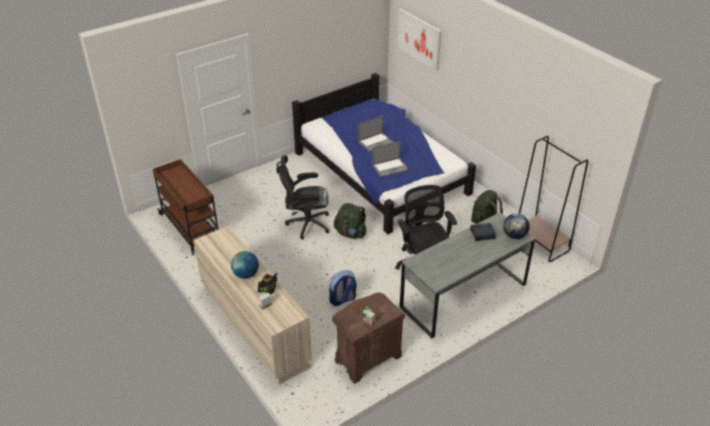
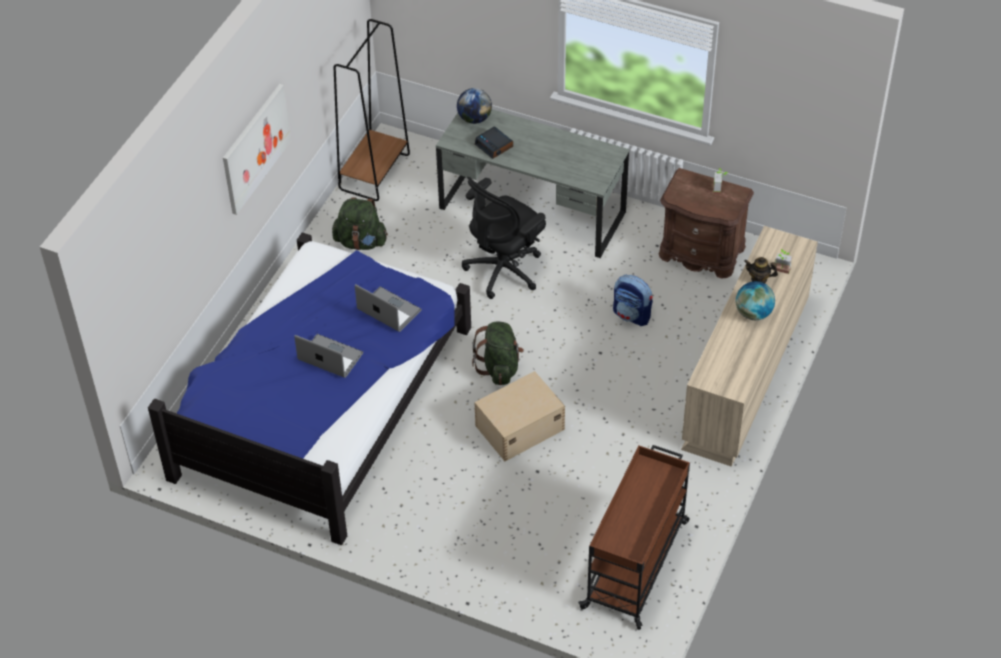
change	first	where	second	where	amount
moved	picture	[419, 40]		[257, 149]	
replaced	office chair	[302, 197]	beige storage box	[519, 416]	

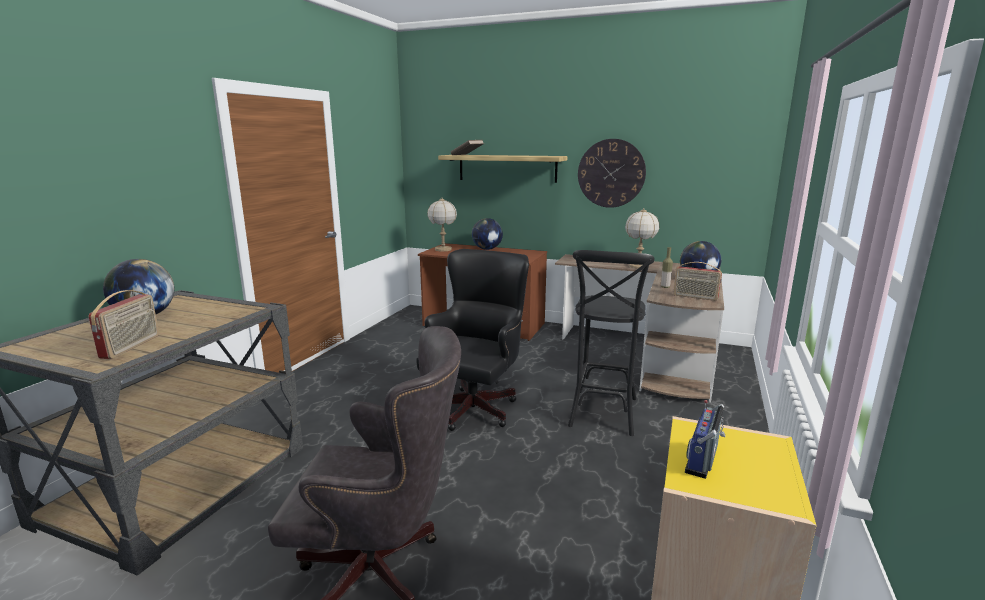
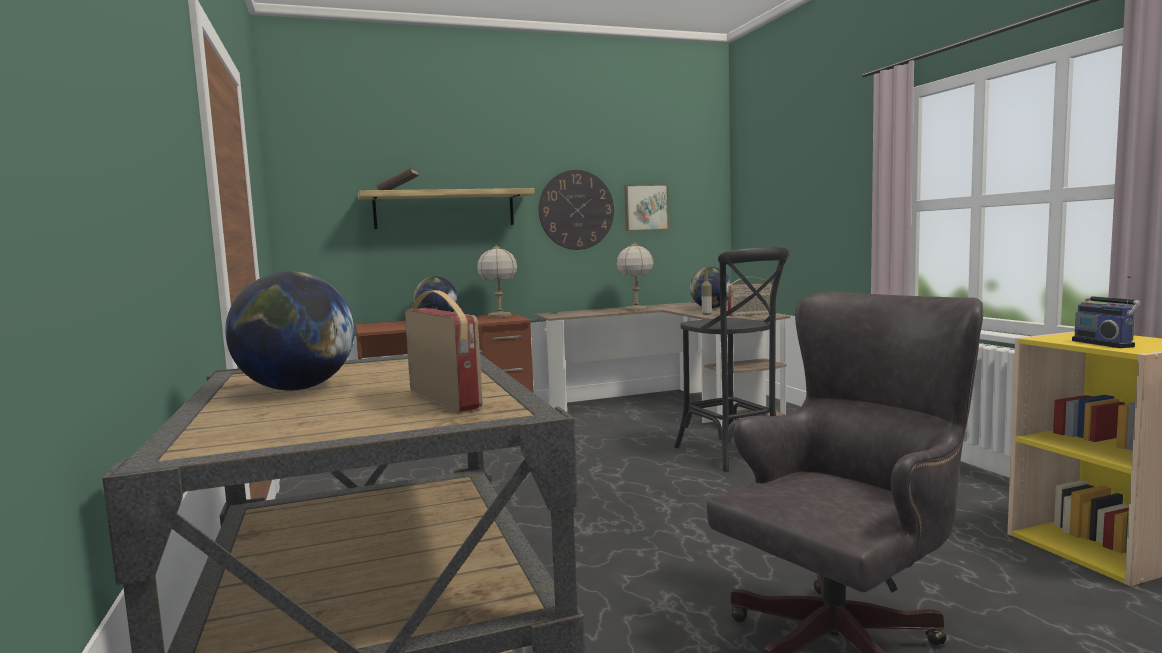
change	first	where	second	where	amount
moved	table lamp	[442, 225]		[497, 281]	
added			picture	[646, 207]	
removed	black office chair	[472, 340]			

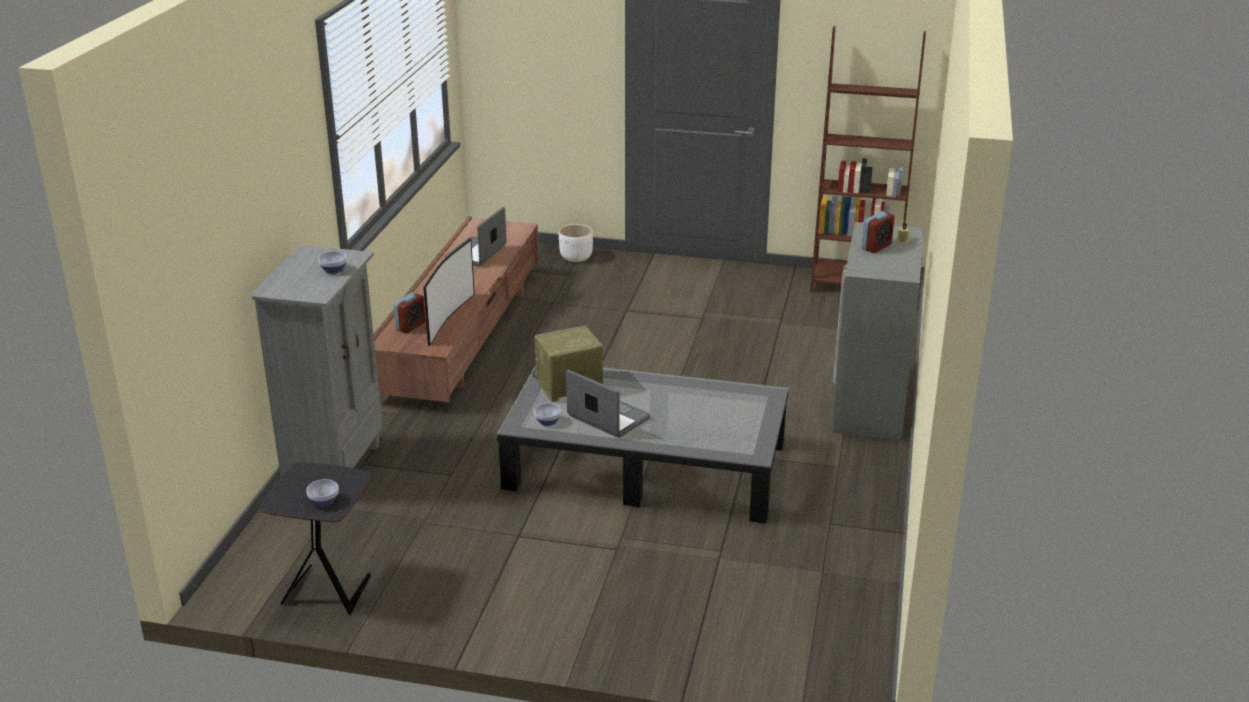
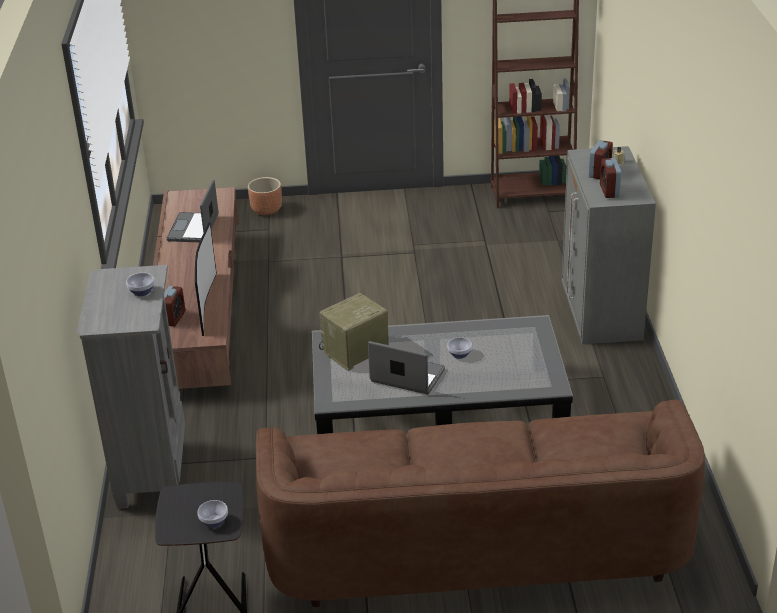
change	first	where	second	where	amount
recoloured	white planter	[576, 243]	brown planter	[265, 196]	
added			brown sofa	[480, 503]	
moved	bowl	[547, 414]		[459, 348]	
added			alarm clock	[610, 178]	

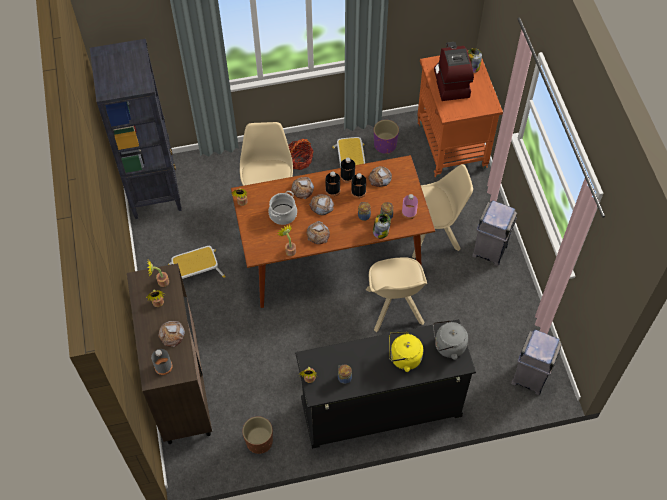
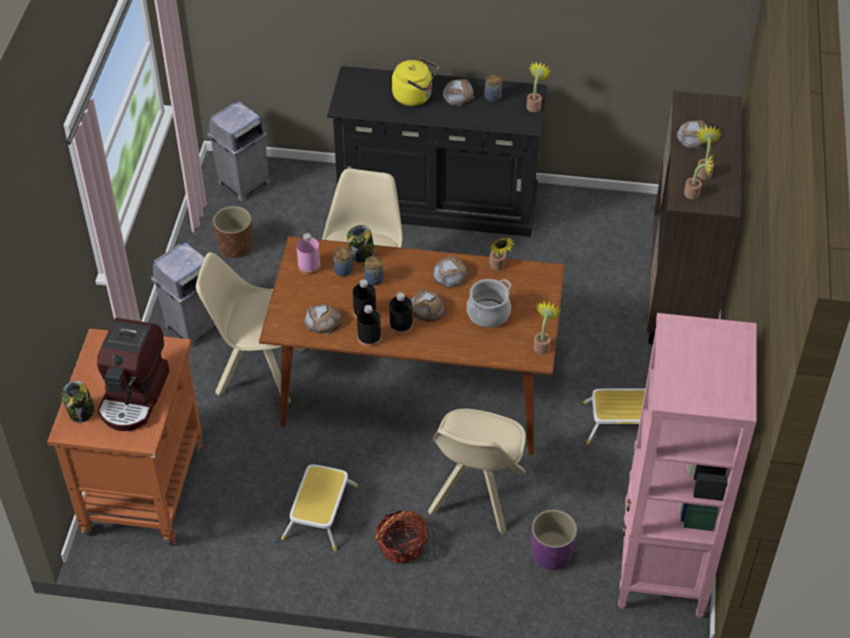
change	first	where	second	where	amount
moved	brown planter	[257, 435]		[233, 232]	
moved	bread	[302, 188]		[459, 92]	
moved	purple planter	[386, 137]		[554, 540]	
recoloured	black bookcase	[136, 129]	pink bookcase	[687, 465]	
removed	grey bottle	[161, 362]			
removed	grey kettle	[450, 340]			

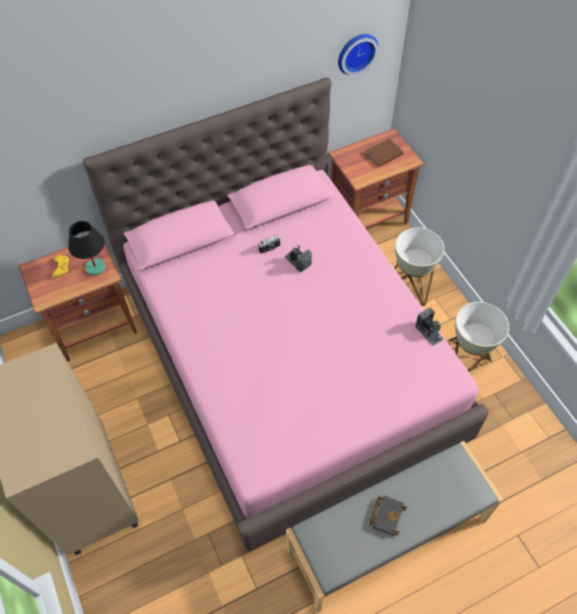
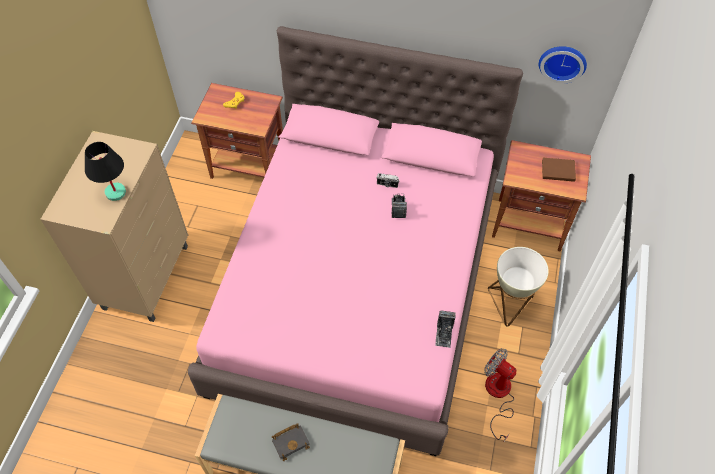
change	first	where	second	where	amount
moved	black table lamp	[86, 248]		[105, 171]	
replaced	planter	[479, 338]	fan	[500, 394]	

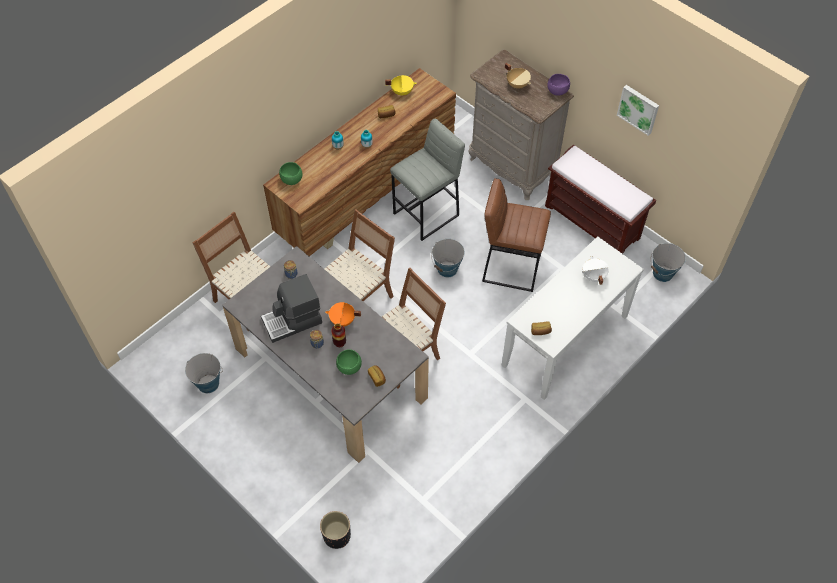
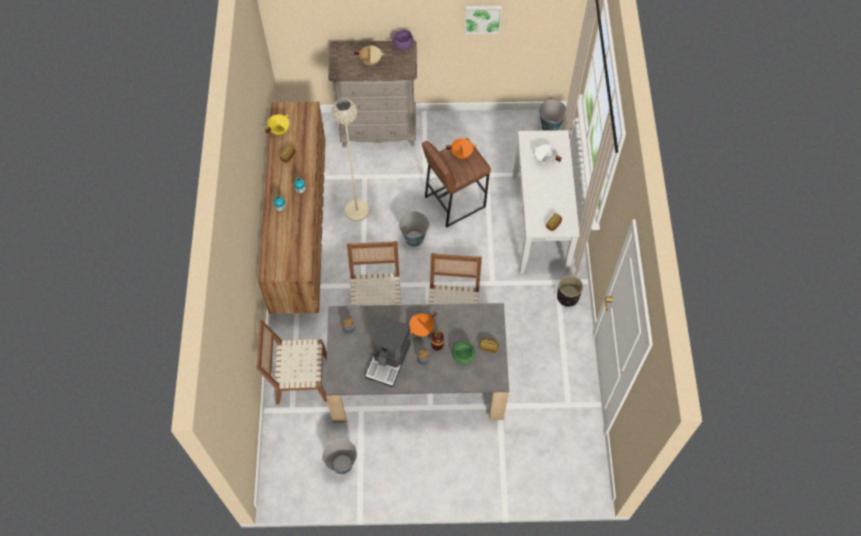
change	first	where	second	where	amount
replaced	grey stool	[427, 179]	beige floor lamp	[350, 159]	
added			orange cooking pot	[461, 148]	
moved	black planter	[335, 530]		[570, 291]	
removed	green bowl	[291, 173]			
removed	brown bench	[600, 199]			

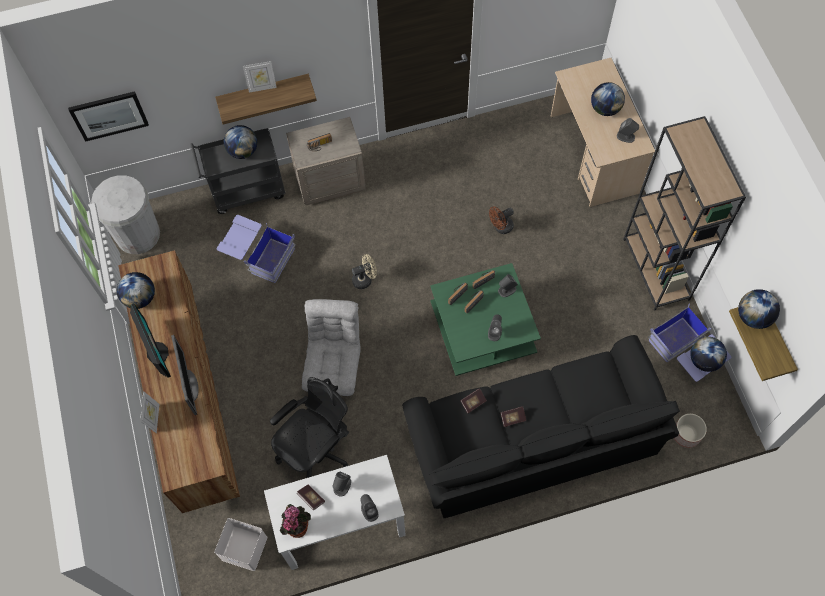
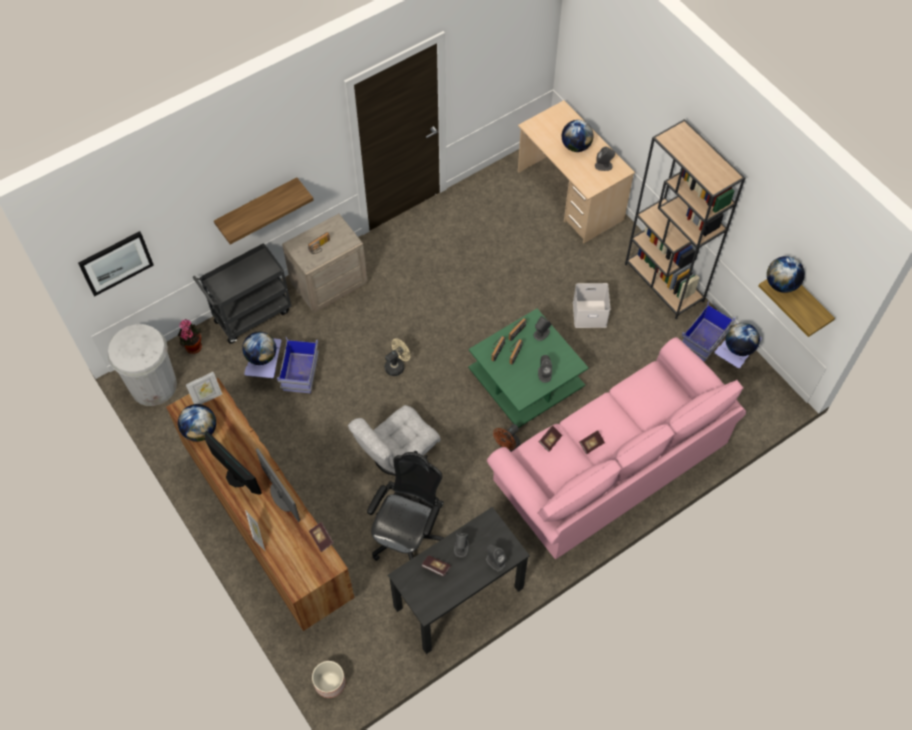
change	first	where	second	where	amount
moved	potted plant	[295, 521]		[190, 336]	
moved	picture frame	[260, 77]		[204, 388]	
moved	globe	[240, 142]		[259, 348]	
added			book	[321, 537]	
moved	planter	[690, 431]		[329, 679]	
turned	grey armchair	[331, 347]		[394, 440]	120 degrees counterclockwise
recoloured	white desk	[335, 512]	black desk	[459, 580]	
recoloured	black sofa	[541, 426]	pink sofa	[616, 448]	
moved	brown fan	[501, 220]		[506, 438]	
moved	white storage box	[241, 544]		[591, 305]	

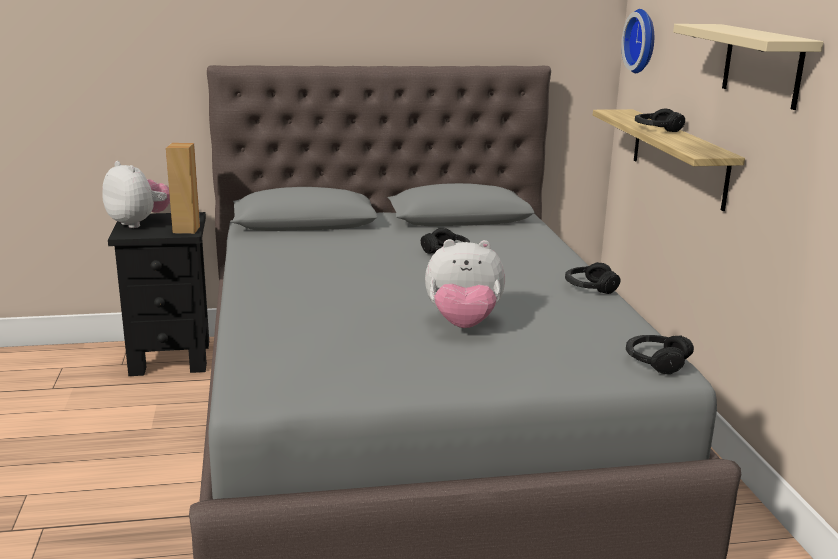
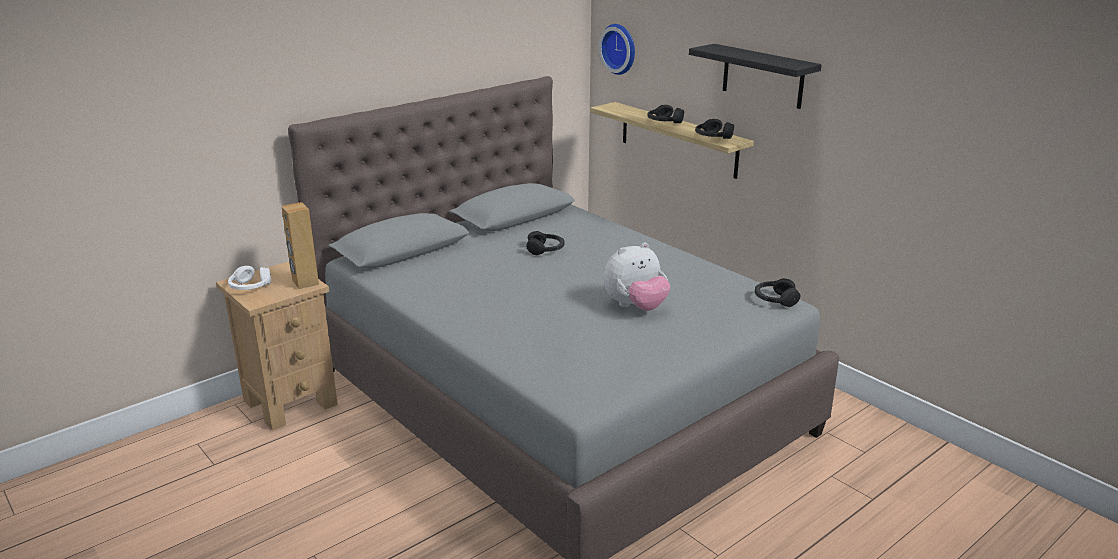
change	first	where	second	where	amount
recoloured	black nightstand	[158, 294]	beige nightstand	[277, 346]	
replaced	plush toy	[136, 194]	white headphones	[249, 278]	
recoloured	beige shelf	[748, 67]	black shelf	[755, 76]	
moved	black headphones	[593, 278]		[714, 129]	

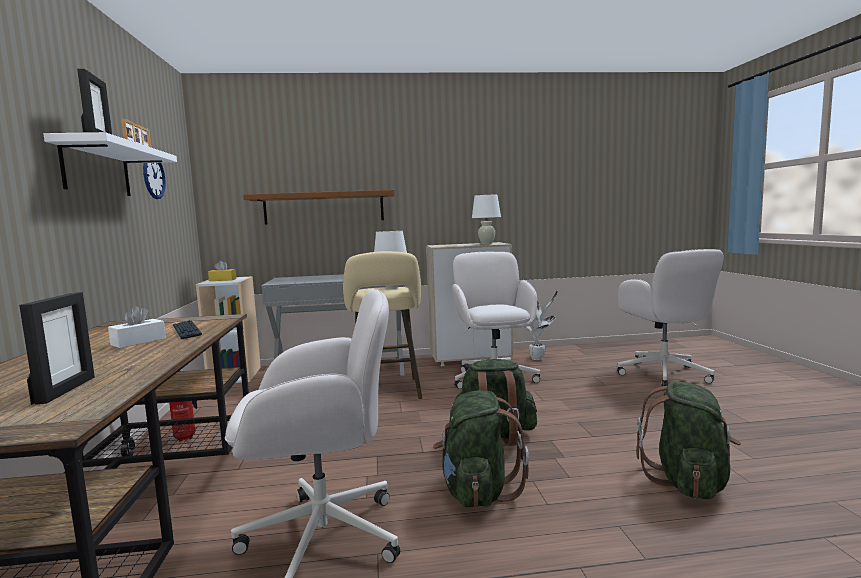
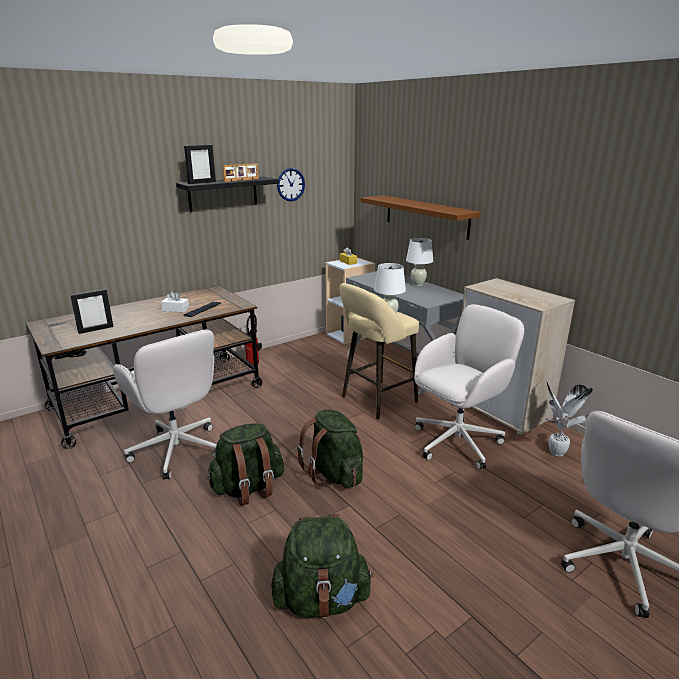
change	first	where	second	where	amount
recoloured	white shelf	[110, 164]	black shelf	[227, 194]	
moved	white table lamp	[486, 220]		[419, 262]	

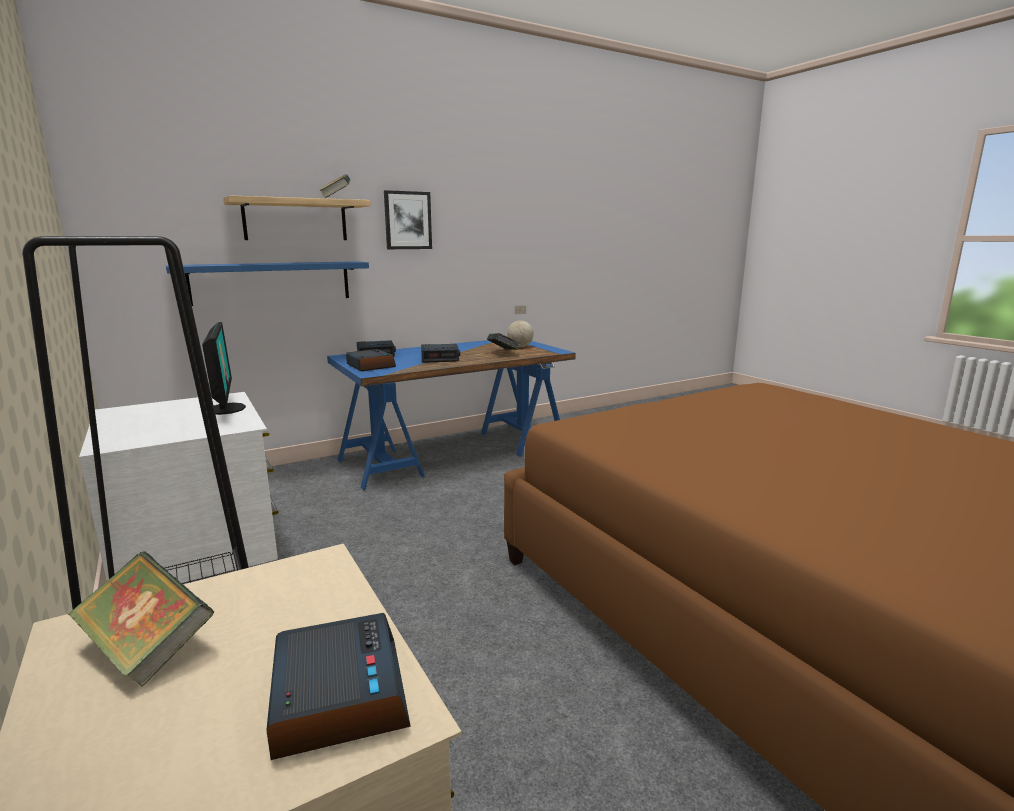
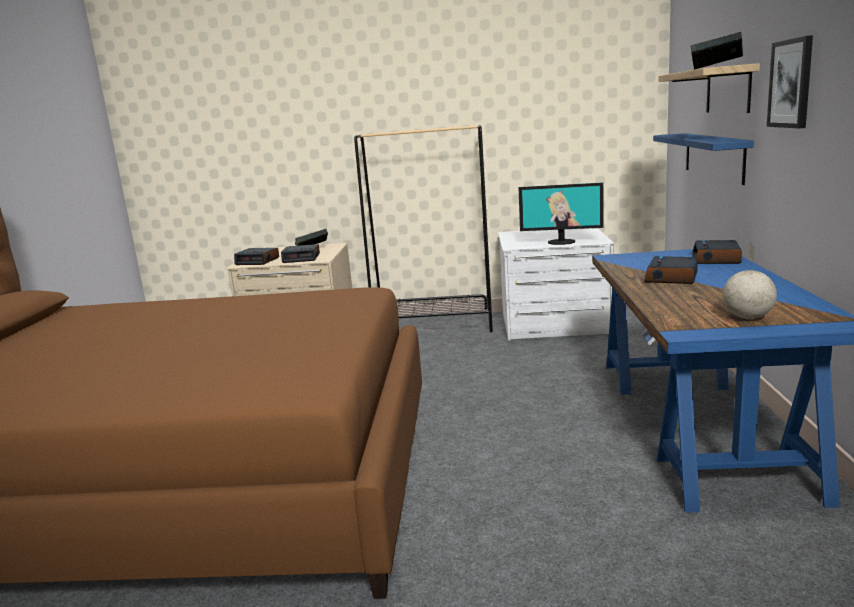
change	first	where	second	where	amount
moved	alarm clock	[371, 360]		[300, 253]	
removed	book	[504, 341]			

